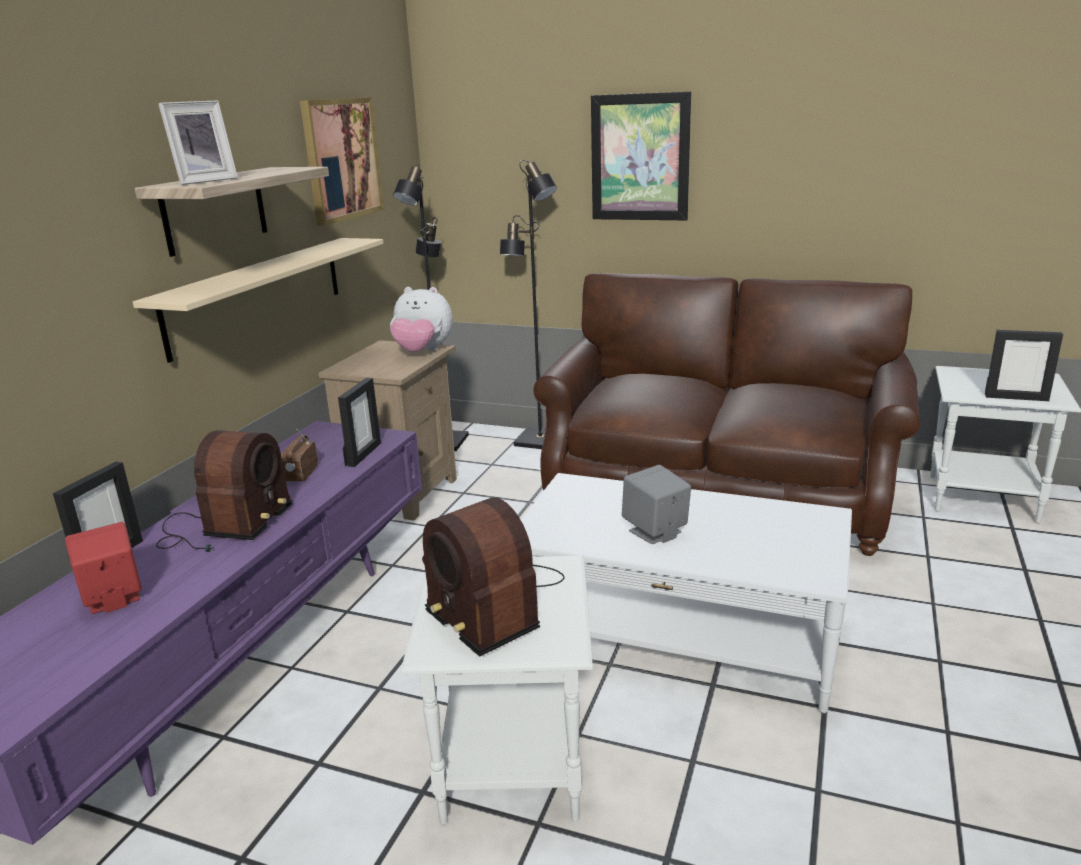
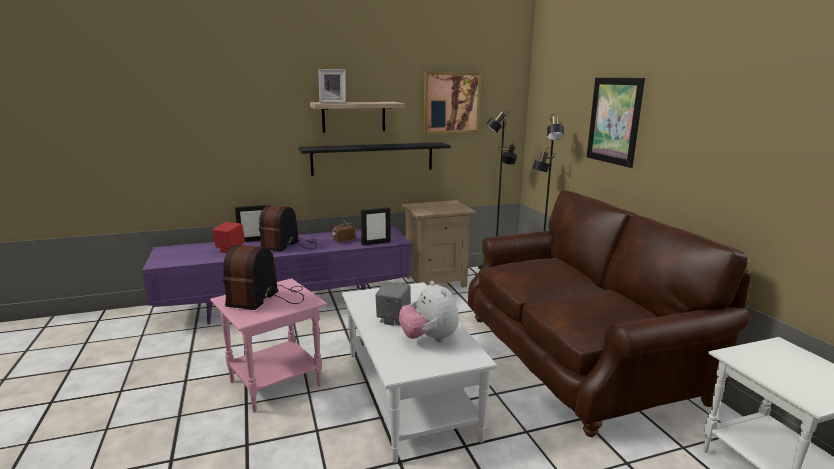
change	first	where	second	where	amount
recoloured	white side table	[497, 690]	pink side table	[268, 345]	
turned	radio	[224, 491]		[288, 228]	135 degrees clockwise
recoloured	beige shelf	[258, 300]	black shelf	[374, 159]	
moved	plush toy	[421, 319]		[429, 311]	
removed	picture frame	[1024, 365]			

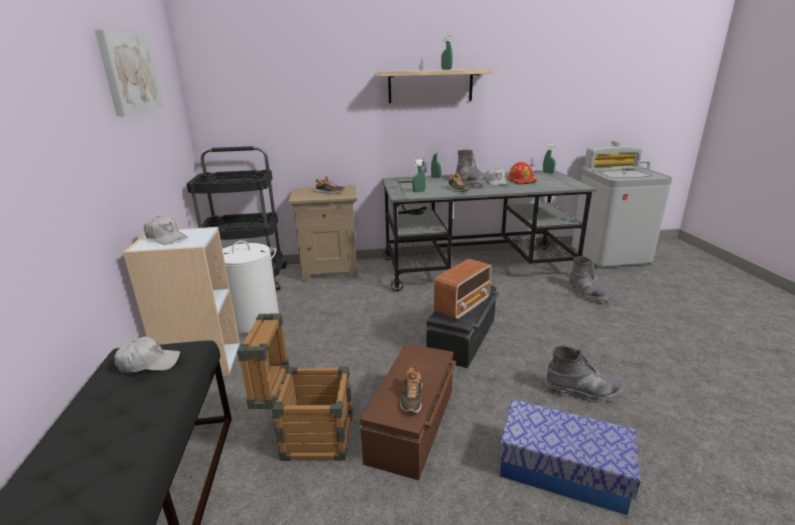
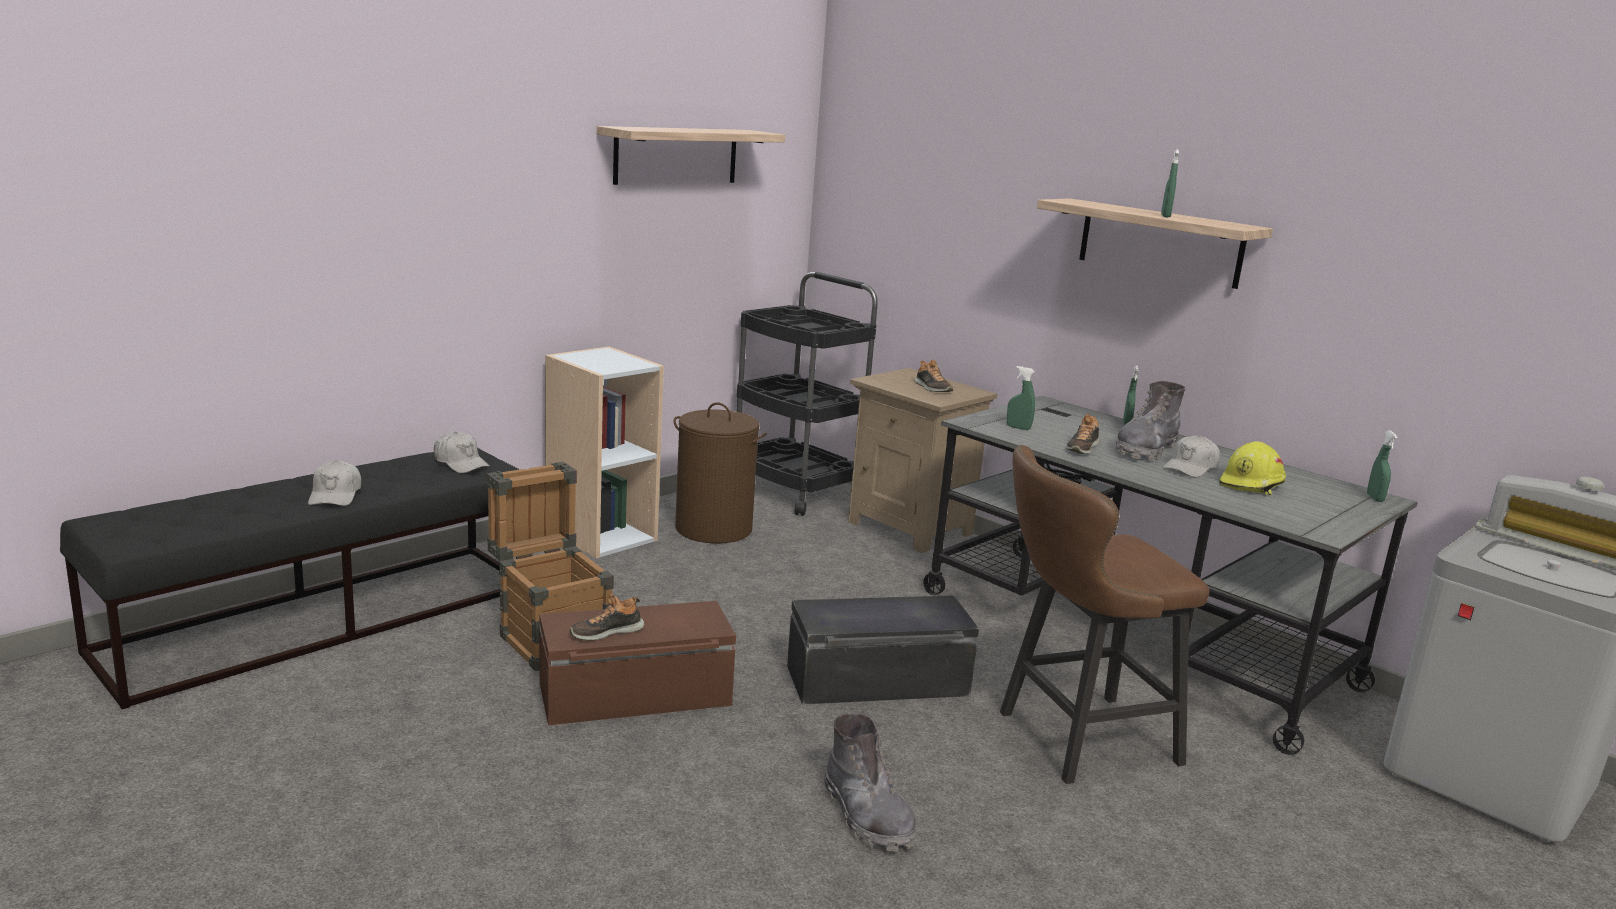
change	first	where	second	where	amount
moved	white cap	[165, 230]		[334, 483]	
replaced	picture	[129, 73]	shelf	[691, 155]	
recoloured	white laundry basket	[250, 287]	brown laundry basket	[720, 473]	
added			brown stool	[1104, 614]	
recoloured	red hard hat	[522, 173]	yellow hard hat	[1252, 468]	
removed	radio	[463, 289]			
removed	storage box	[569, 457]			
removed	grey boot	[589, 279]			

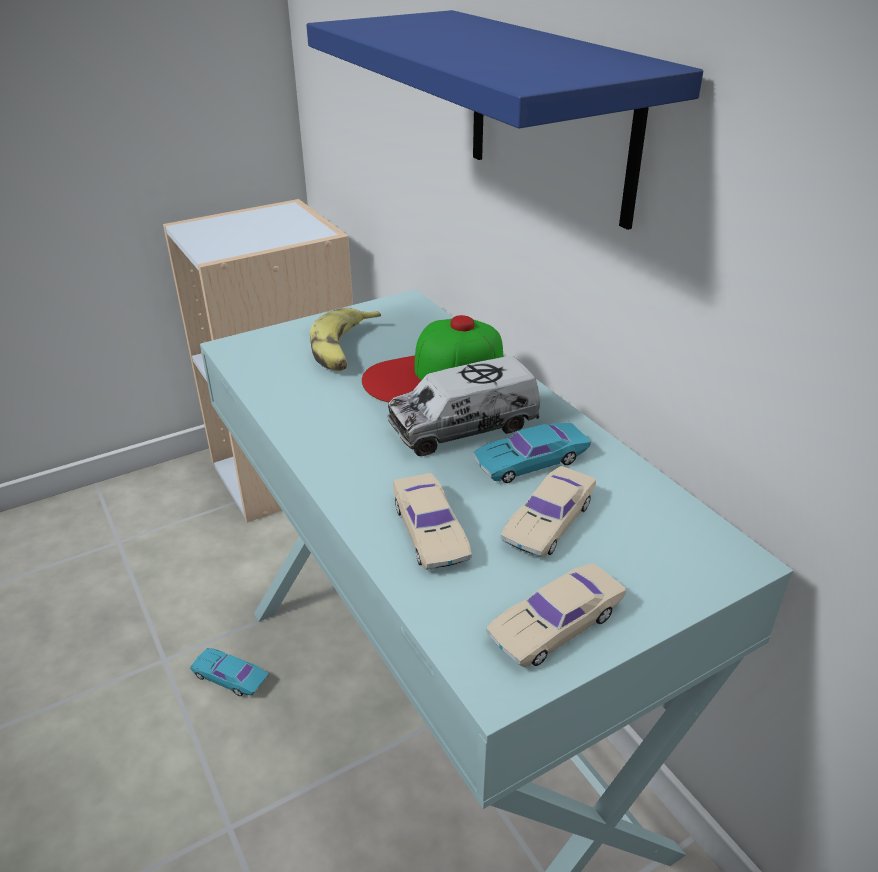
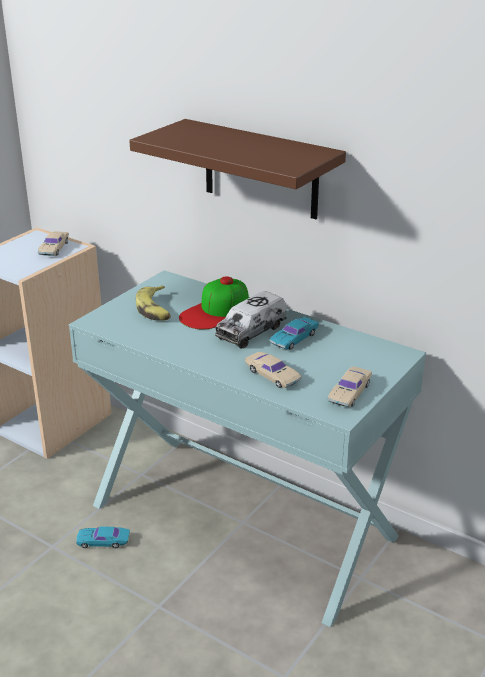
change	first	where	second	where	amount
moved	beige toy car	[548, 512]		[53, 243]	
recoloured	blue shelf	[504, 120]	brown shelf	[237, 169]	

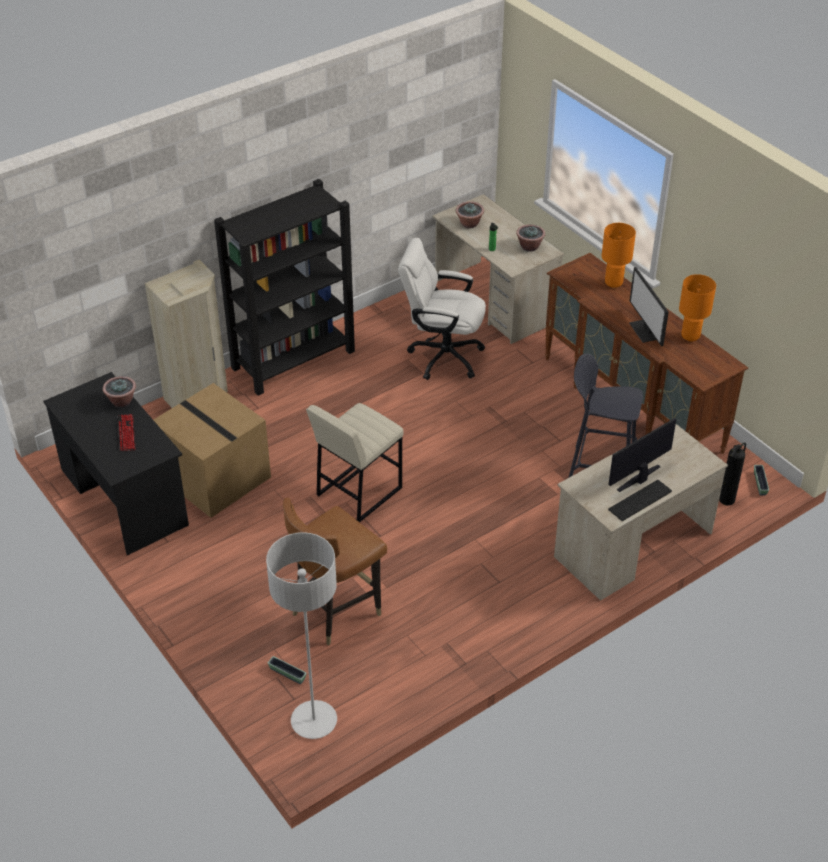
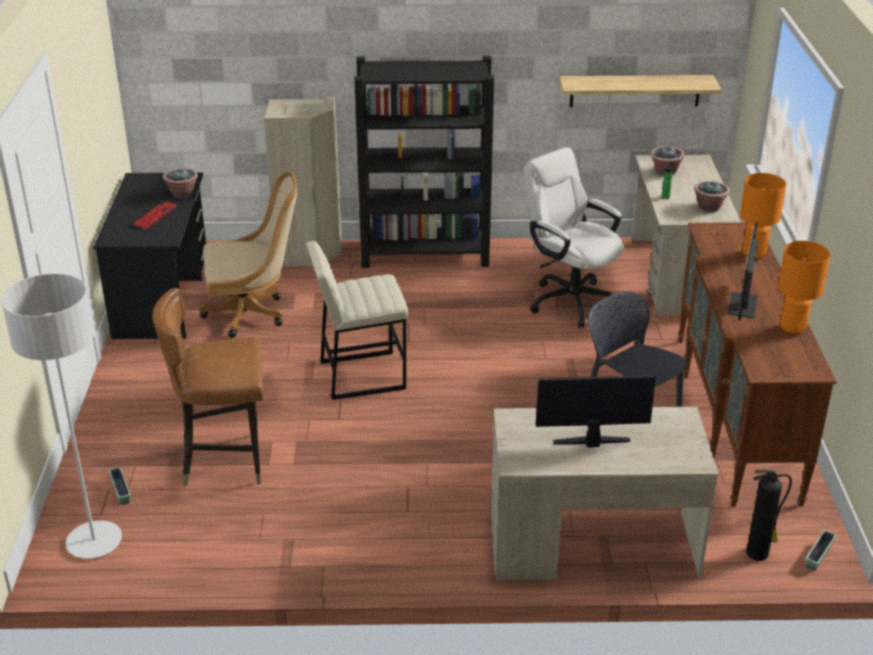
change	first	where	second	where	amount
replaced	cardboard box	[212, 450]	beige office chair	[248, 255]	
added			shelf	[640, 91]	
removed	keyboard	[640, 500]			

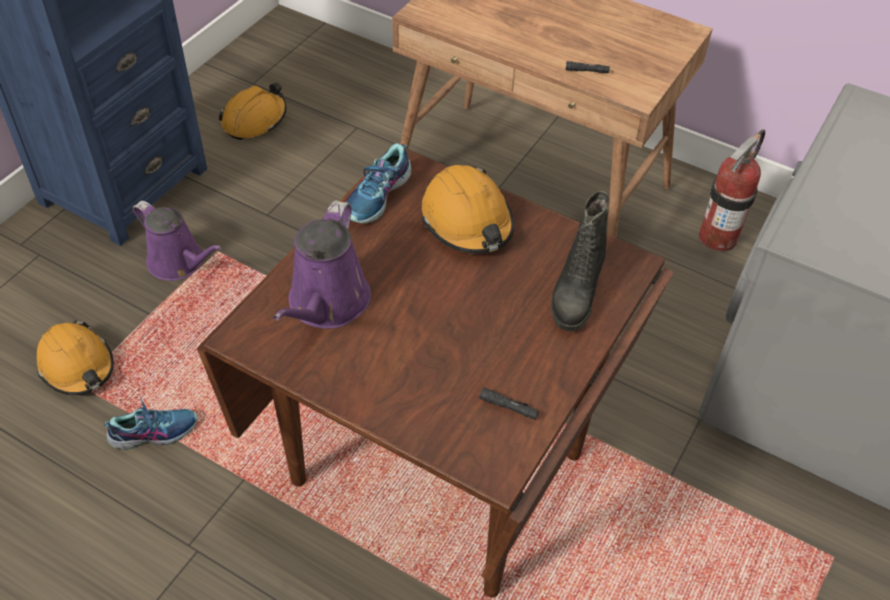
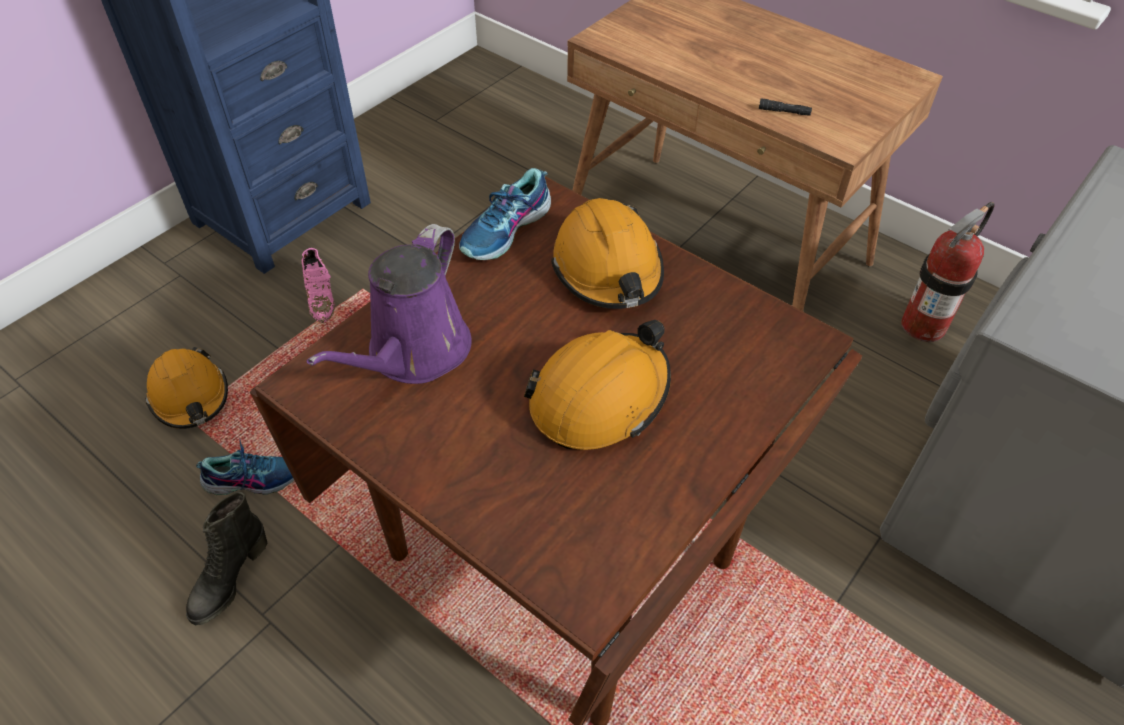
change	first	where	second	where	amount
moved	black boot	[580, 261]		[226, 558]	
replaced	purple watering can	[177, 241]	pink shoe	[318, 285]	
moved	orange hard hat	[253, 111]		[597, 385]	
removed	black flashlight	[509, 403]			

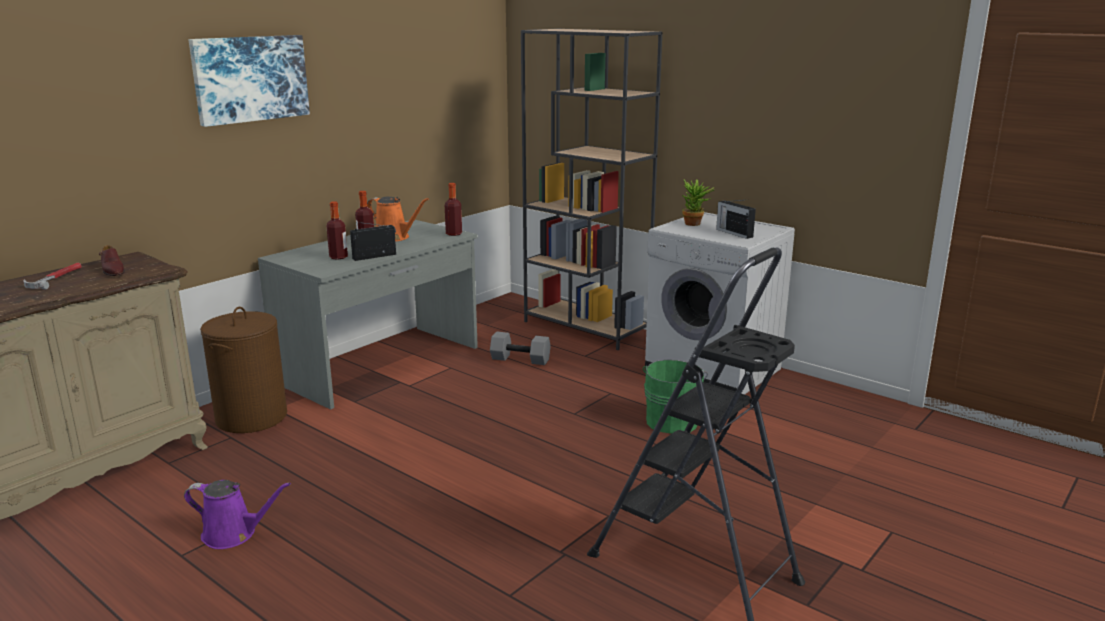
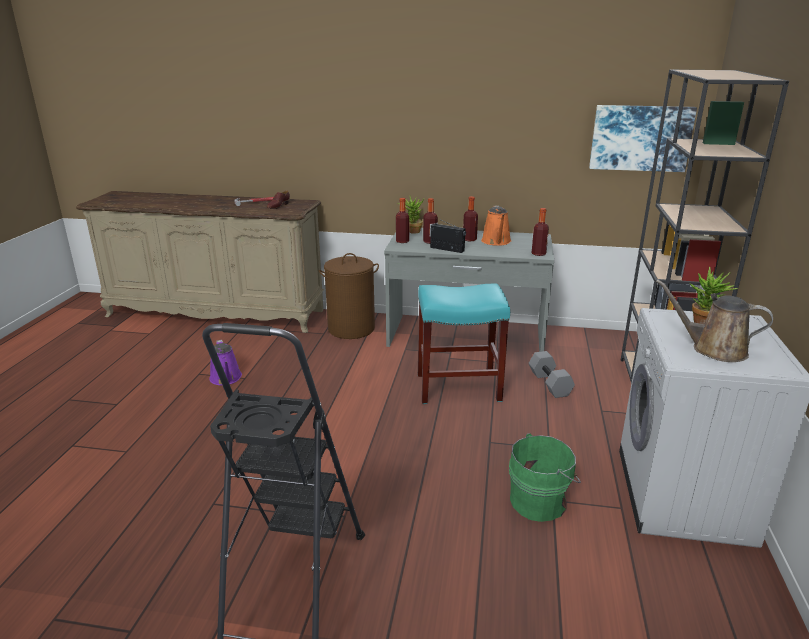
change	first	where	second	where	amount
added			bottle	[402, 220]	
added			potted plant	[410, 215]	
added			turquoise stool	[464, 344]	
moved	picture	[249, 81]		[643, 138]	
replaced	radio	[736, 219]	brown watering can	[714, 320]	

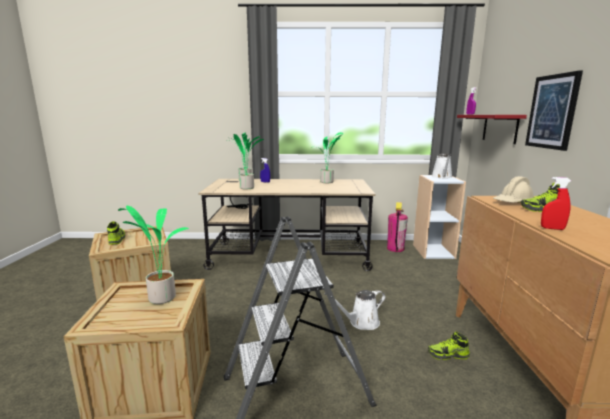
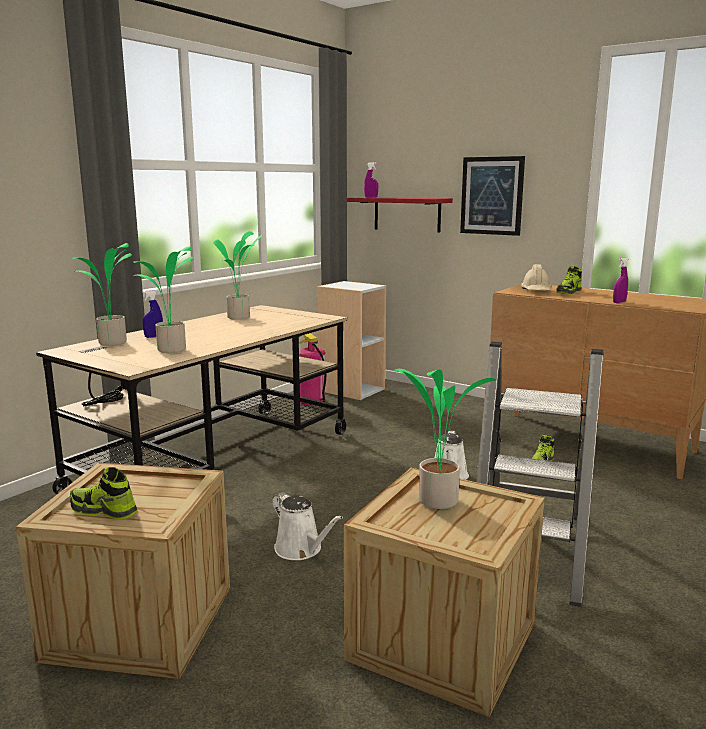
change	first	where	second	where	amount
moved	white watering can	[442, 166]		[307, 526]	
recoloured	red spray bottle	[556, 203]	purple spray bottle	[620, 280]	

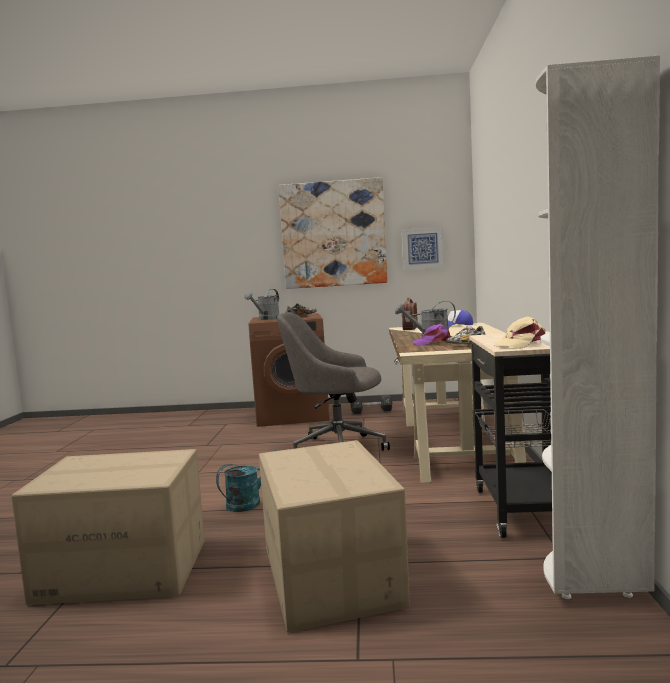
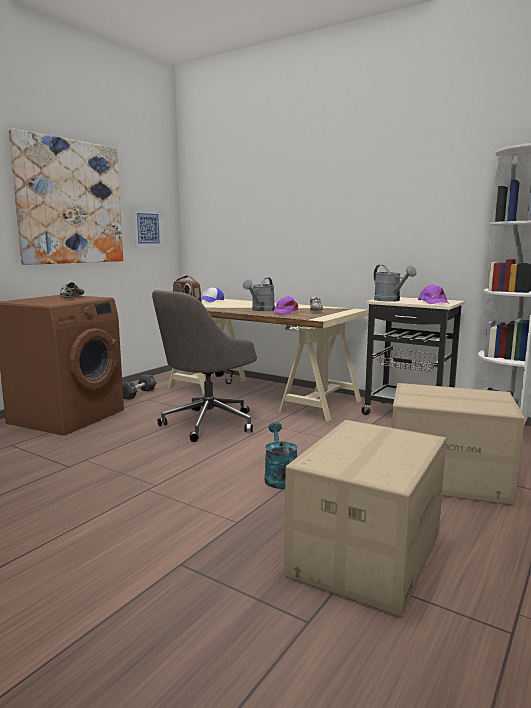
change	first	where	second	where	amount
moved	grey watering can	[261, 304]		[395, 283]	
recoloured	beige cap	[519, 332]	purple cap	[433, 294]	

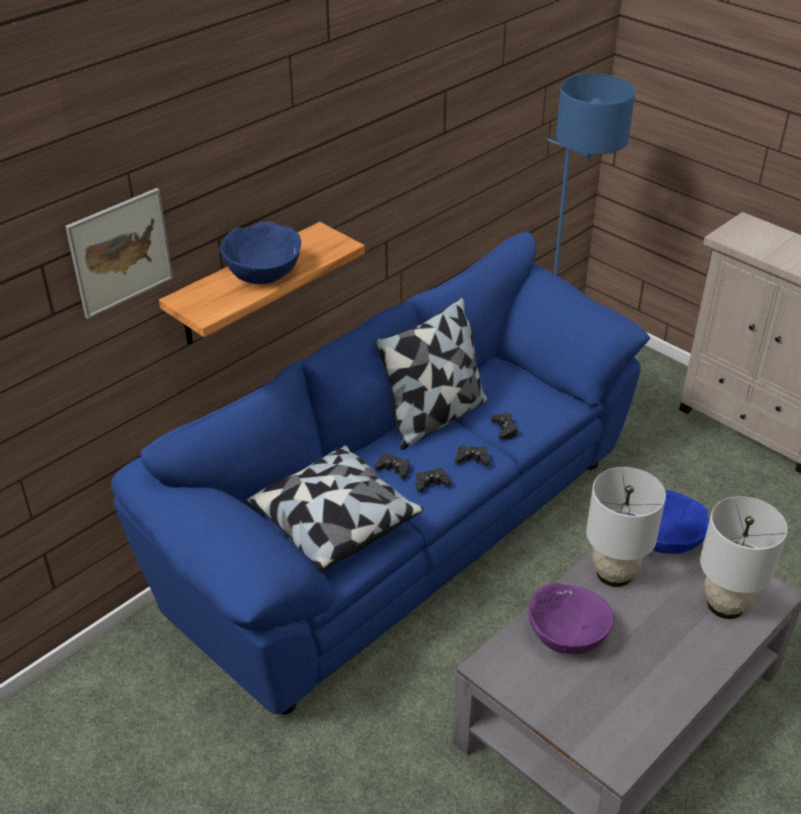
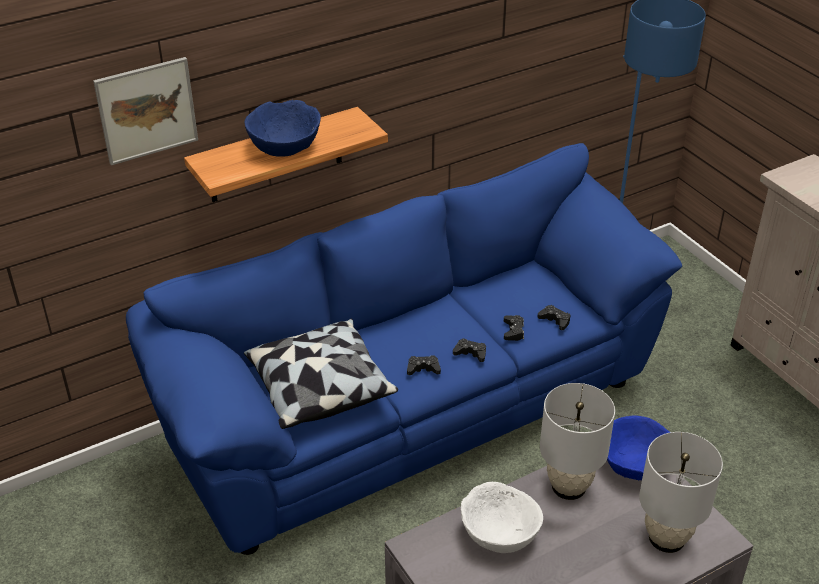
change	first	where	second	where	amount
recoloured	purple bowl	[571, 618]	white bowl	[502, 517]	
moved	black game controller	[391, 466]		[554, 317]	
removed	pillow	[430, 373]			

